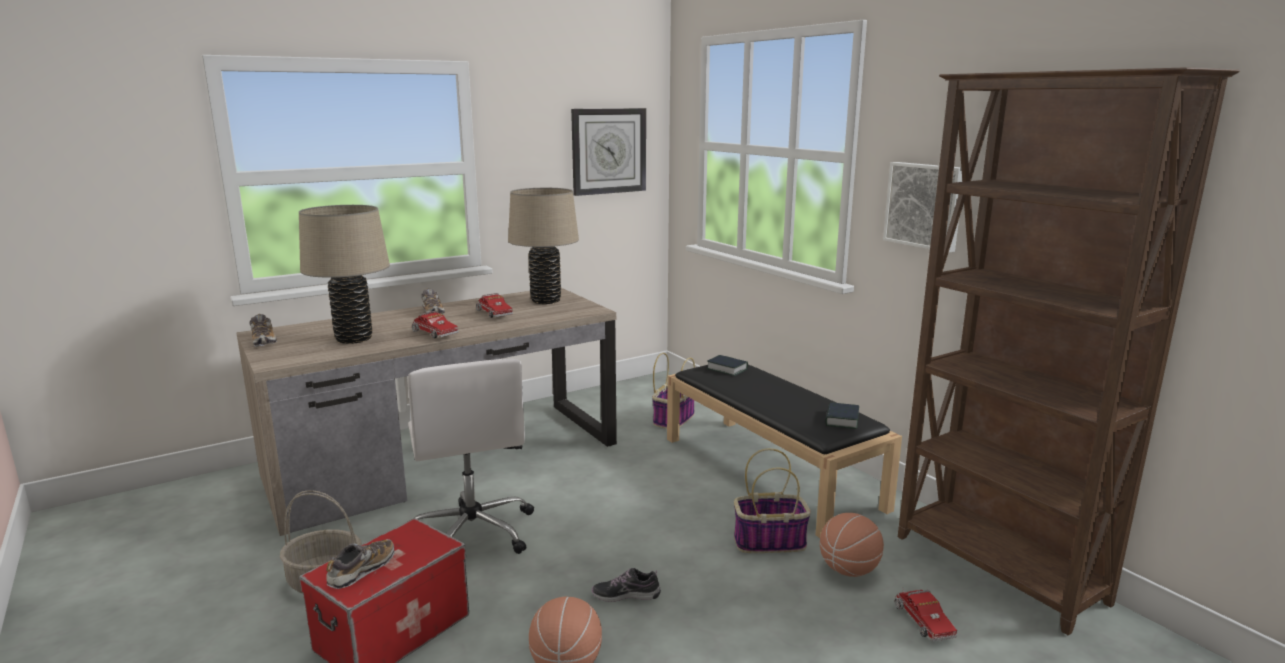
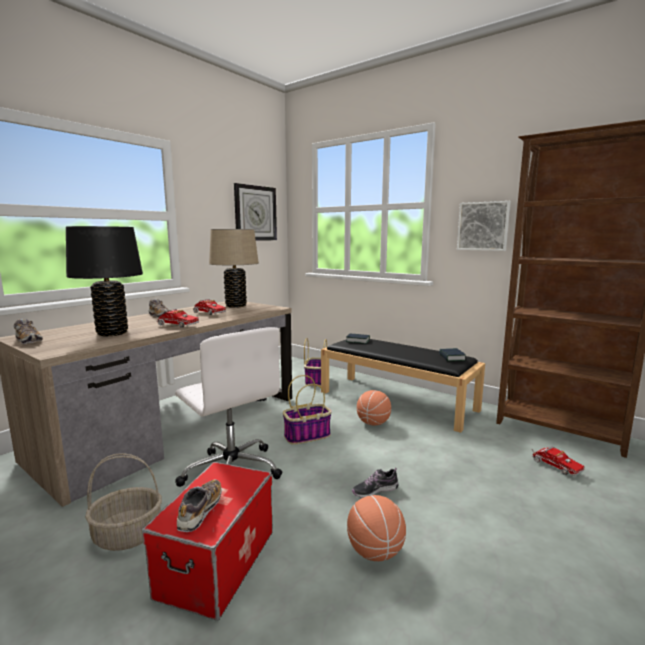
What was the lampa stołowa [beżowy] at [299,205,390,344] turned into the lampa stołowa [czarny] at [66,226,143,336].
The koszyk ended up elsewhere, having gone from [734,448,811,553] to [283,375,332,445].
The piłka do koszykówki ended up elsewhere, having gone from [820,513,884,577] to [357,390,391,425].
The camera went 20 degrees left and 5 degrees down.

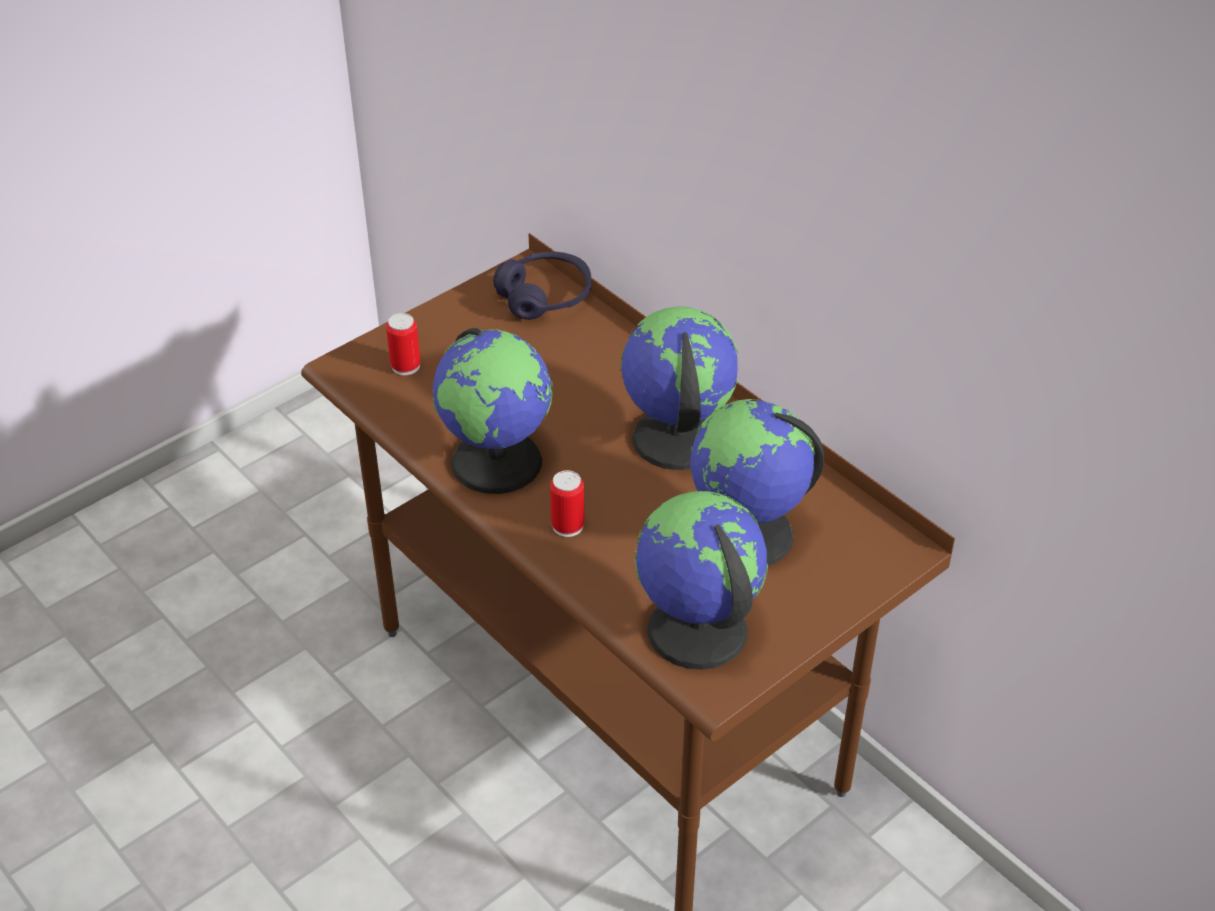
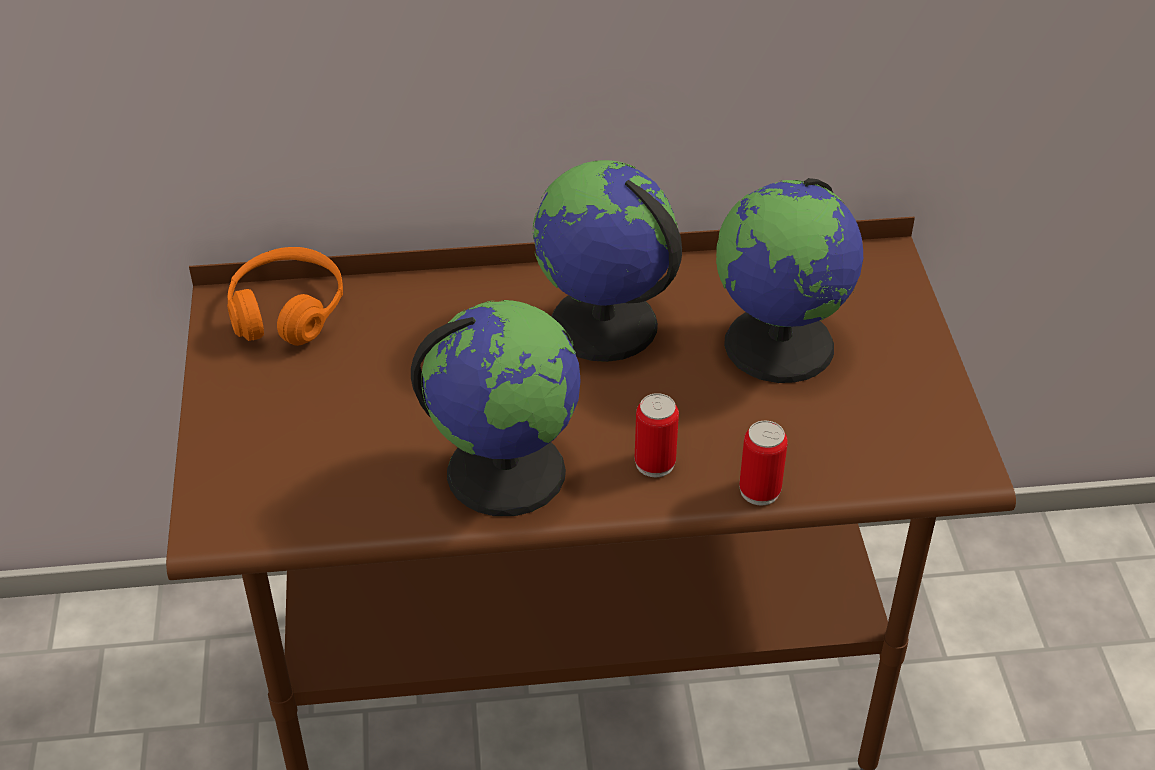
What was the słuchawki [fioletowy] at [493,252,591,320] turned into the słuchawki [pomarańczowy] at [227,247,343,346].
The puszka ended up elsewhere, having gone from [386,313,420,375] to [739,421,788,505].
The second view lost the globus at [635,491,768,670].
The camera went 55 degrees left and 0 degrees up.

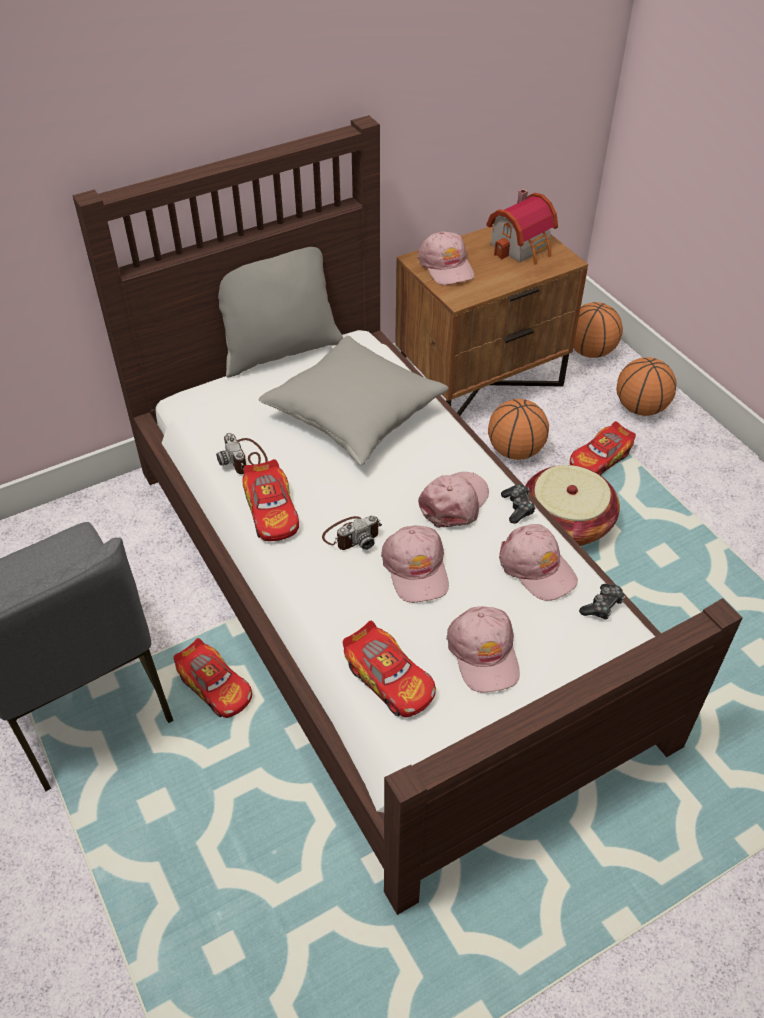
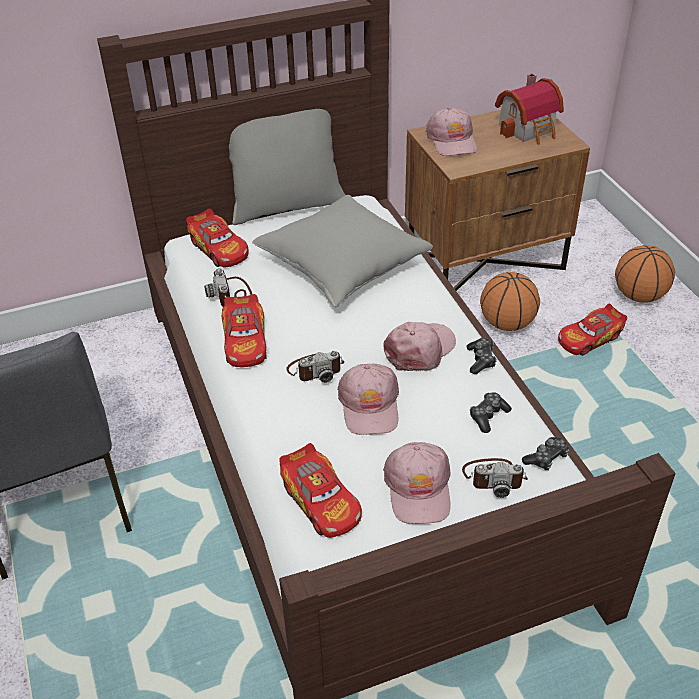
The samochodzik ended up elsewhere, having gone from [174,638,252,718] to [186,209,249,268].
The second view gained the aparat fotograficzny at [462,458,528,498].
Where the czapka z daszkiem [różowy] stood at [499,524,578,601], the pad do gier came to stand at [470,392,512,433].
The second view lost the koszyk at [525,465,620,546].
The second view lost the piłka do koszykówki at [573,302,623,358].
The camera went 10 degrees right and 5 degrees down.

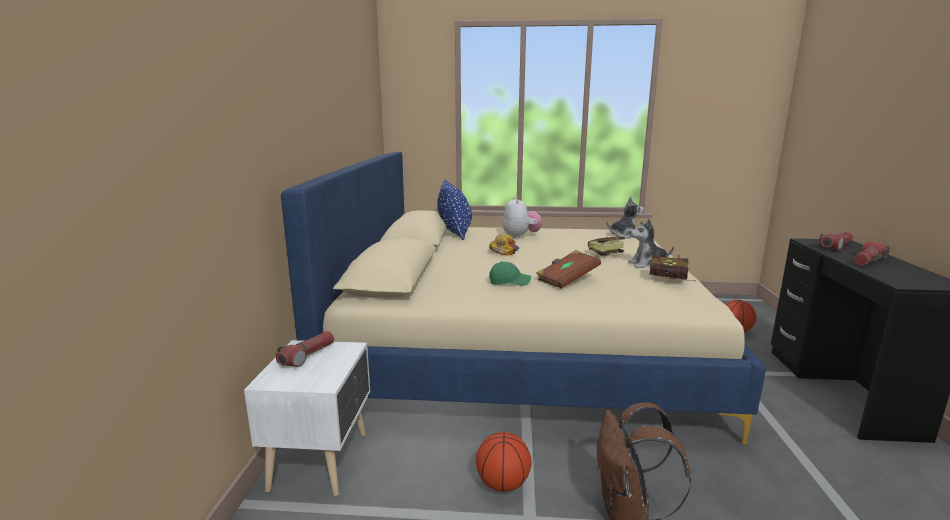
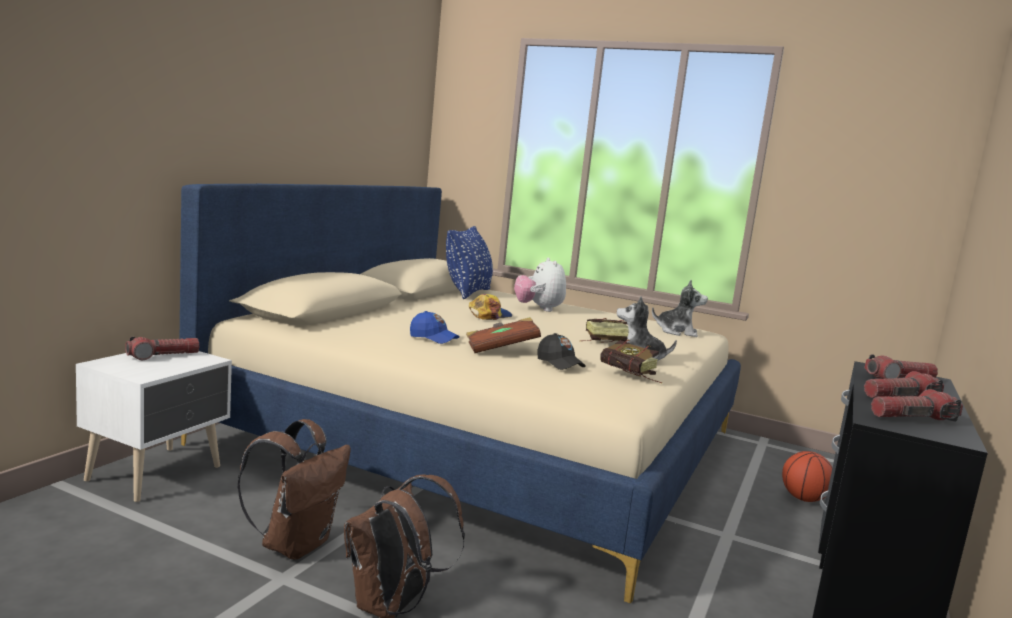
Where the piłka do koszykówki stood at [476,432,532,492], the plecak [brązowy] came to stand at [237,419,351,559].
What was the czapka z daszkiem [zielony] at [489,262,531,286] turned into the czapka z daszkiem [niebieski] at [410,311,460,344].
The pluszak at [502,197,542,239] ended up facing another way, 150 degrees clockwise from before.
The second view gained the czapka z daszkiem [czarny] at [538,333,586,370].
The second view gained the latarka at [871,389,963,422].
The camera went 20 degrees right and 5 degrees down.

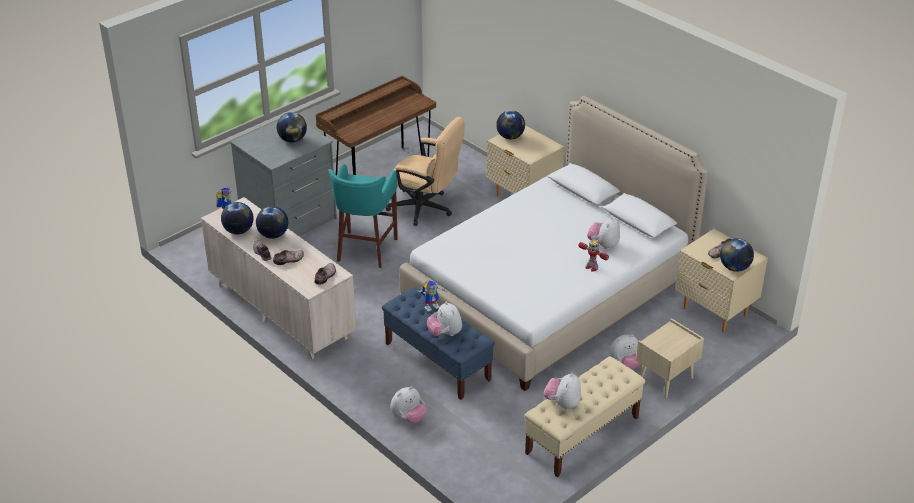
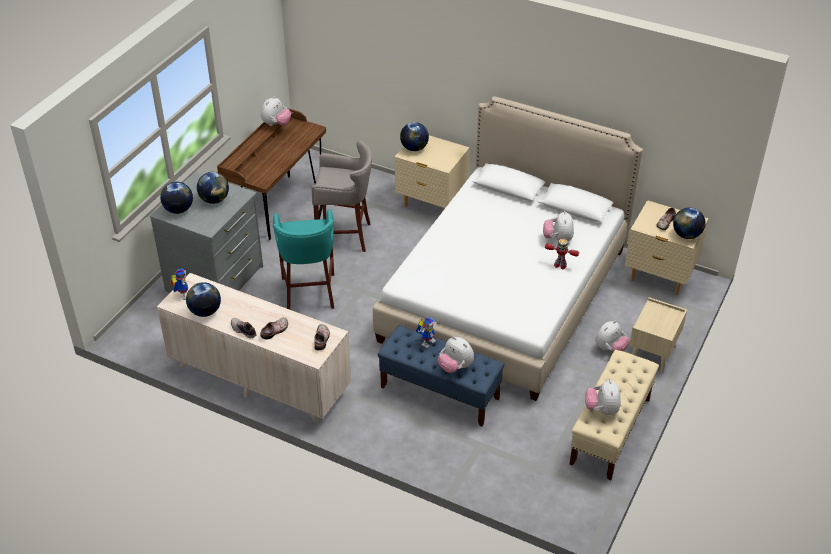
The globus ended up elsewhere, having gone from [256,206,288,239] to [160,182,193,214].
The pluszak ended up elsewhere, having gone from [391,386,427,423] to [261,96,291,126].
Where the krzesło biurowe [beżowy] stood at [386,117,465,226], the stołek [szary] came to stand at [312,140,372,252].
The camera went 20 degrees left and 5 degrees up.

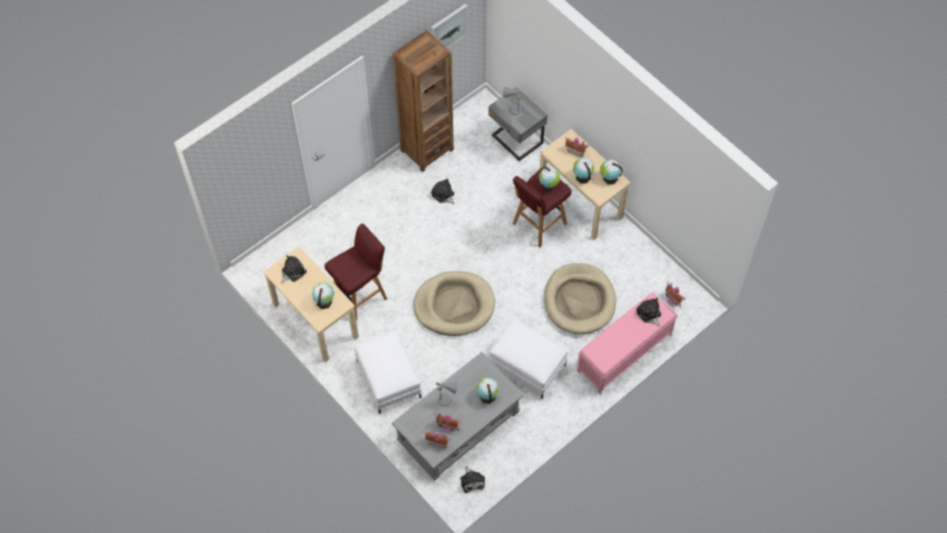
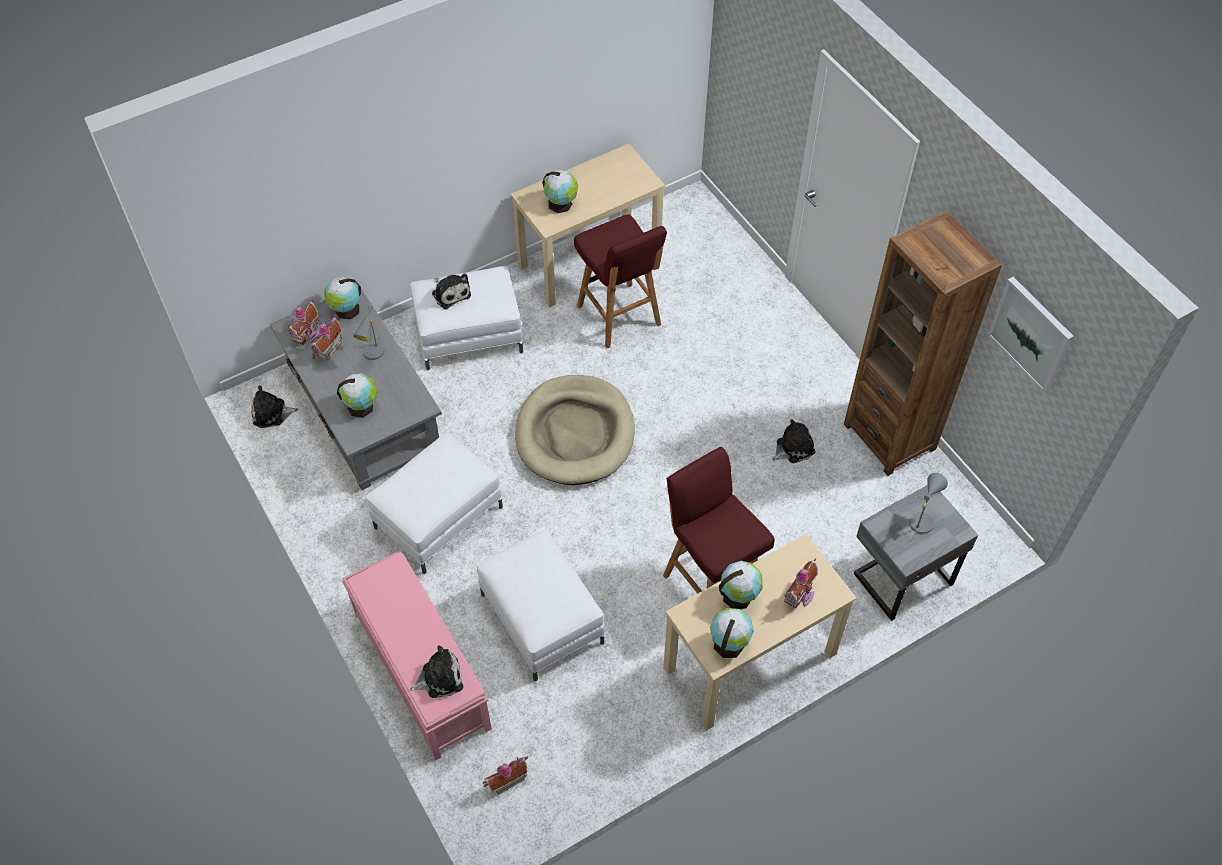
The globus ended up elsewhere, having gone from [539,167,560,191] to [324,277,361,320].
The pluszak ended up elsewhere, having gone from [281,255,307,283] to [432,273,471,310].
Where the legowisko [beżowy] stood at [544,263,616,334], the pufa [biały] came to stand at [477,530,605,681].
The camera went 100 degrees right and 5 degrees down.

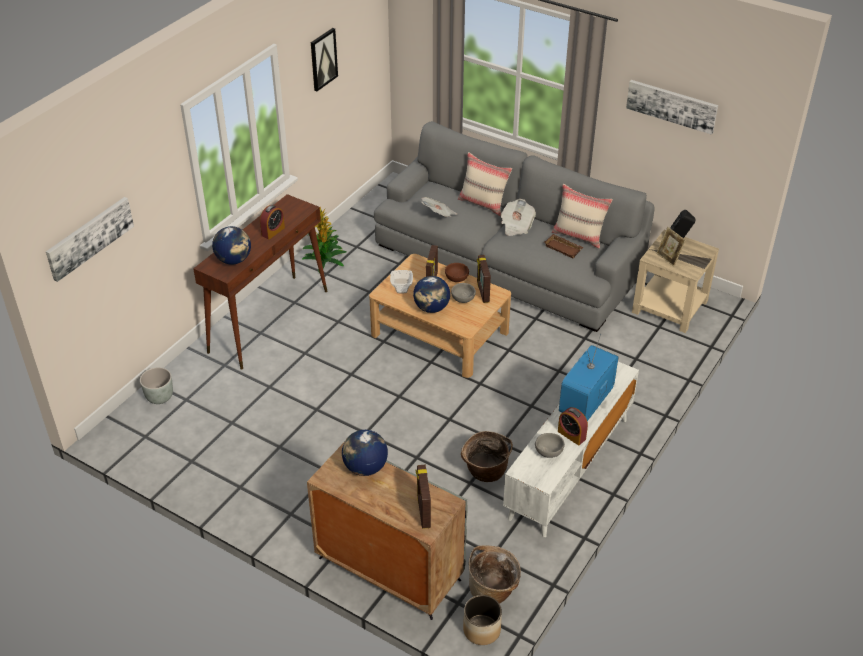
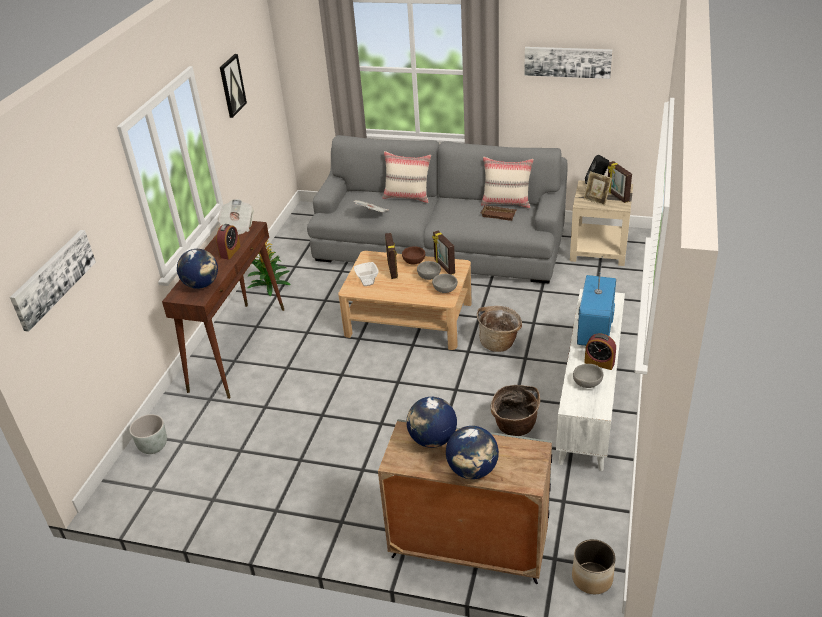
The gazeta ended up elsewhere, having gone from [501,199,536,236] to [218,199,254,235].
The second view gained the miska [szary] at [432,274,458,293].
The globus ended up elsewhere, having gone from [413,276,450,313] to [446,426,499,479].
The koszyk ended up elsewhere, having gone from [469,545,521,604] to [477,306,522,352].
The ramka na zdjęcie ended up elsewhere, having gone from [416,465,431,529] to [608,161,632,203].
The camera went 15 degrees left and 5 degrees down.

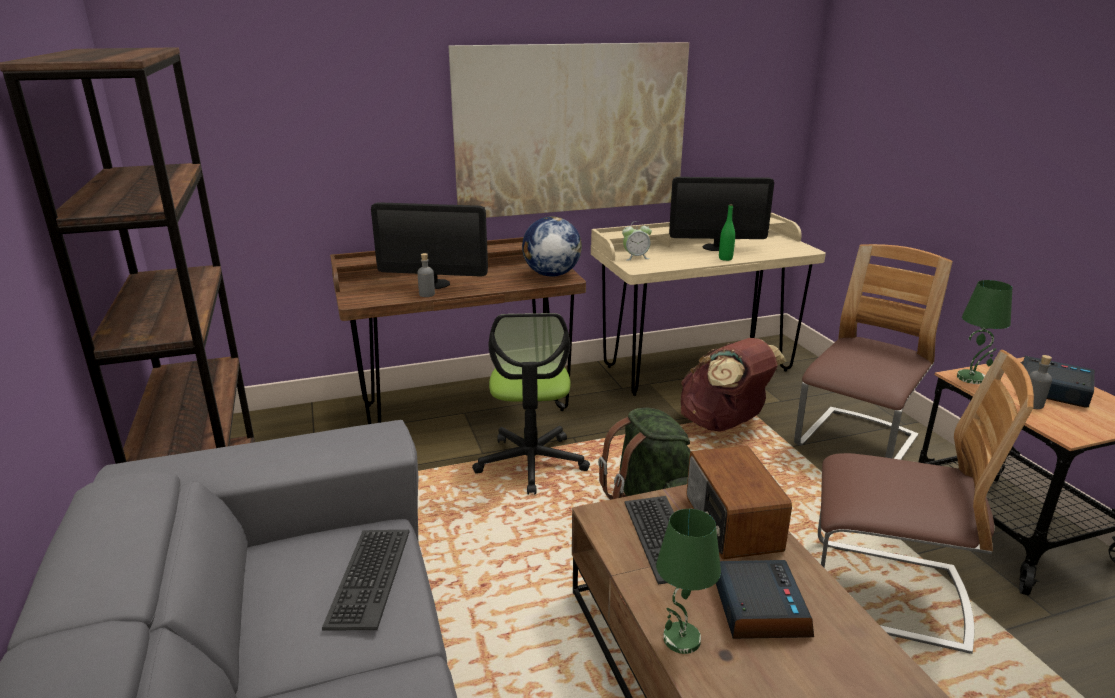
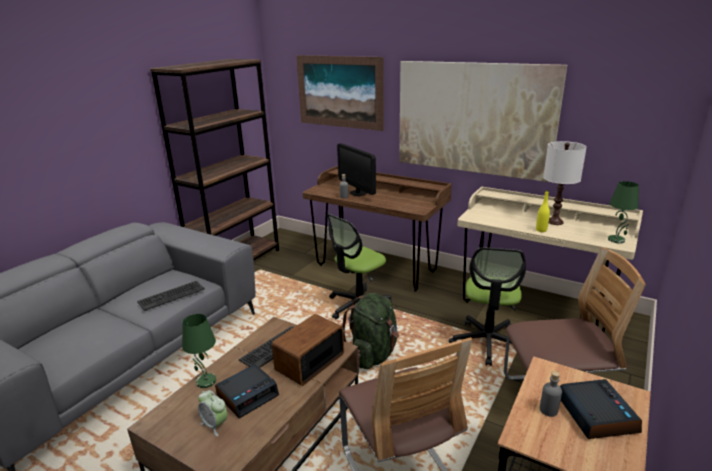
The budzik ended up elsewhere, having gone from [622,221,652,260] to [198,390,227,436].
The second view gained the obraz at [296,55,384,131].
Where the plecak [brązowy] stood at [681,338,787,432], the krzesło biurowe came to stand at [449,247,526,366].
What was the butelka [zielony] at [719,204,735,261] turned into the butelka [żółty] at [536,190,550,232].
Where the monitor stood at [669,177,774,251], the lampa stołowa [biały] came to stand at [543,141,587,225].
The lampa stołowa [zielony] ended up elsewhere, having gone from [957,280,1013,384] to [608,181,639,244].
The second view lost the globus at [522,216,582,277].
The camera went 50 degrees right and 0 degrees up.

